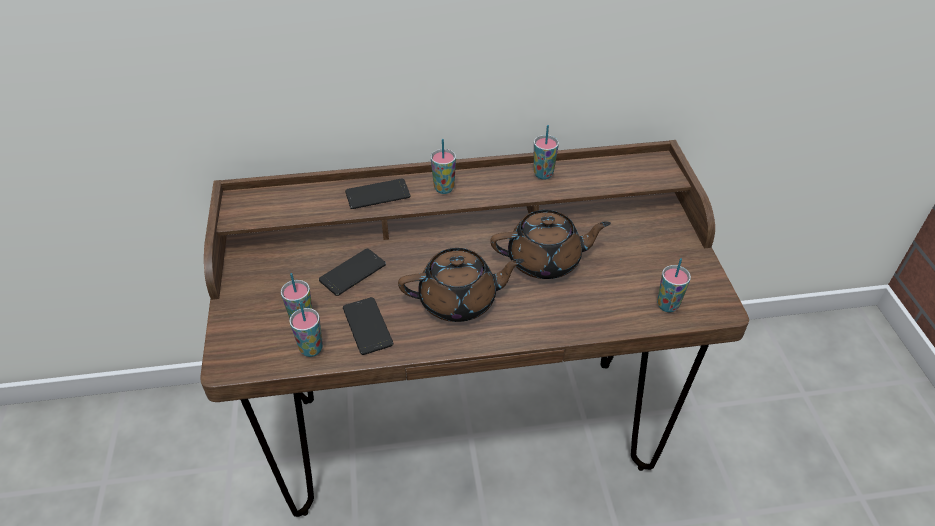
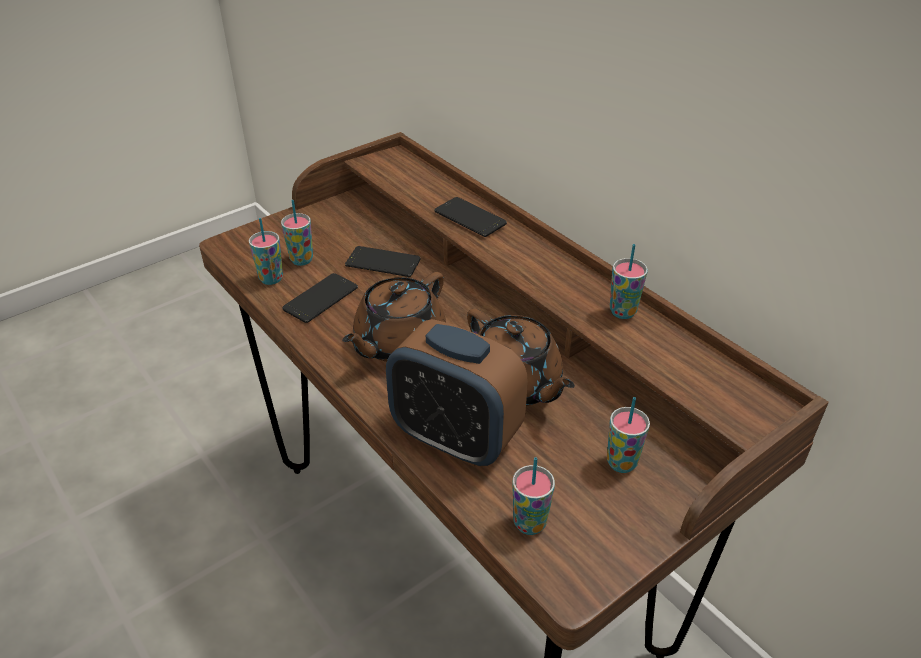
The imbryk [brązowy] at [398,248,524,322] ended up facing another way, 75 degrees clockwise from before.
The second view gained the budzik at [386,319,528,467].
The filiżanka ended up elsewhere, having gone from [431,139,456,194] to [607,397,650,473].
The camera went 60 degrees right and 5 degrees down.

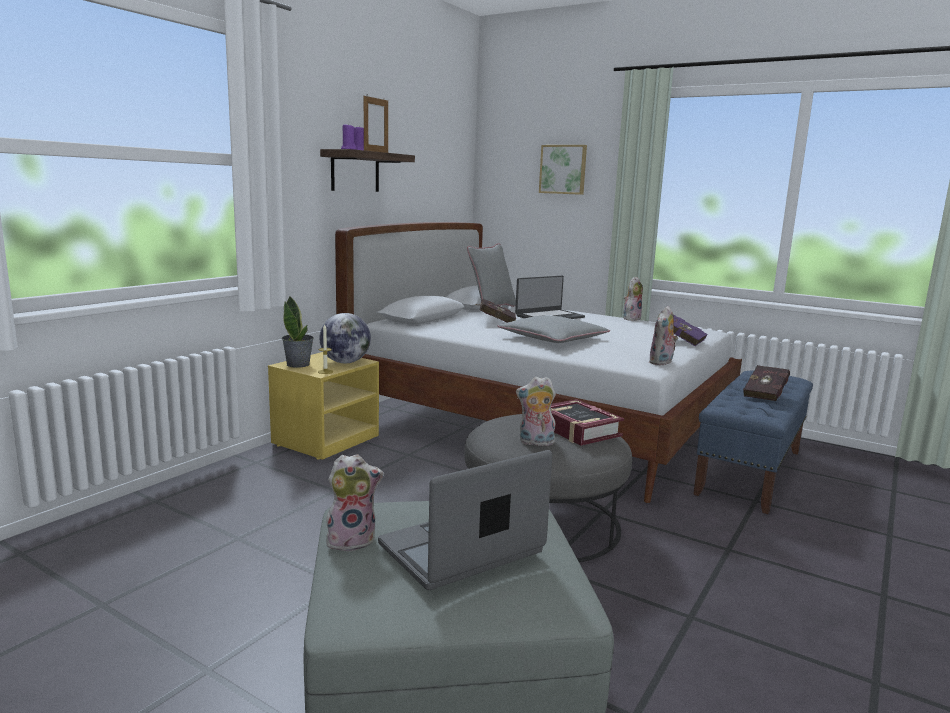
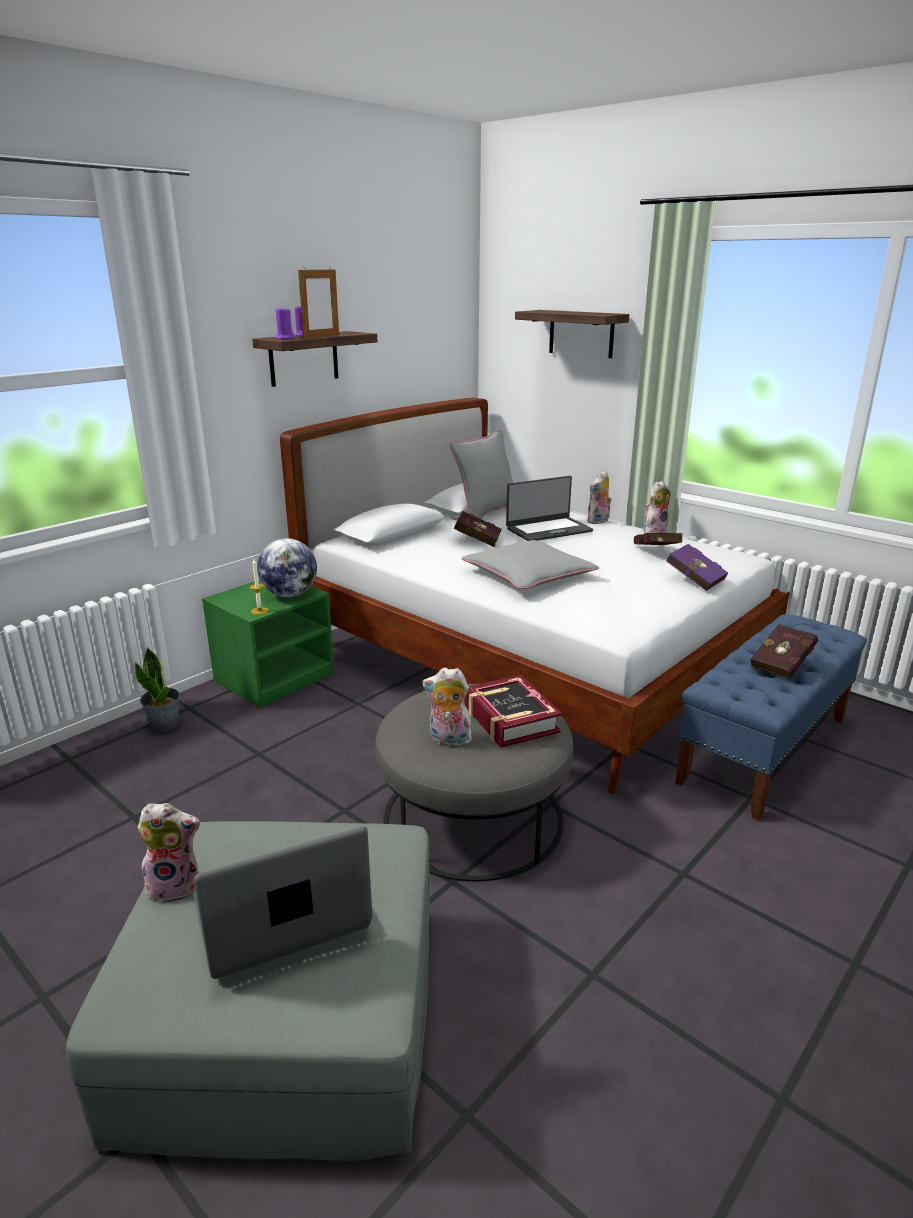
The roślina doniczkowa ended up elsewhere, having gone from [282,296,314,368] to [135,648,180,733].
What was the szafka nocna [żółty] at [268,352,379,460] turned into the szafka nocna [zielony] at [202,580,335,708].
Where the obraz hung at [539,145,587,195], the półka came to hang at [515,310,629,358].
The pluszak ended up elsewhere, having gone from [649,306,678,365] to [587,470,612,524].
The second view gained the książka [czerwony] at [634,533,682,545].
The camera went 10 degrees right and 10 degrees up.

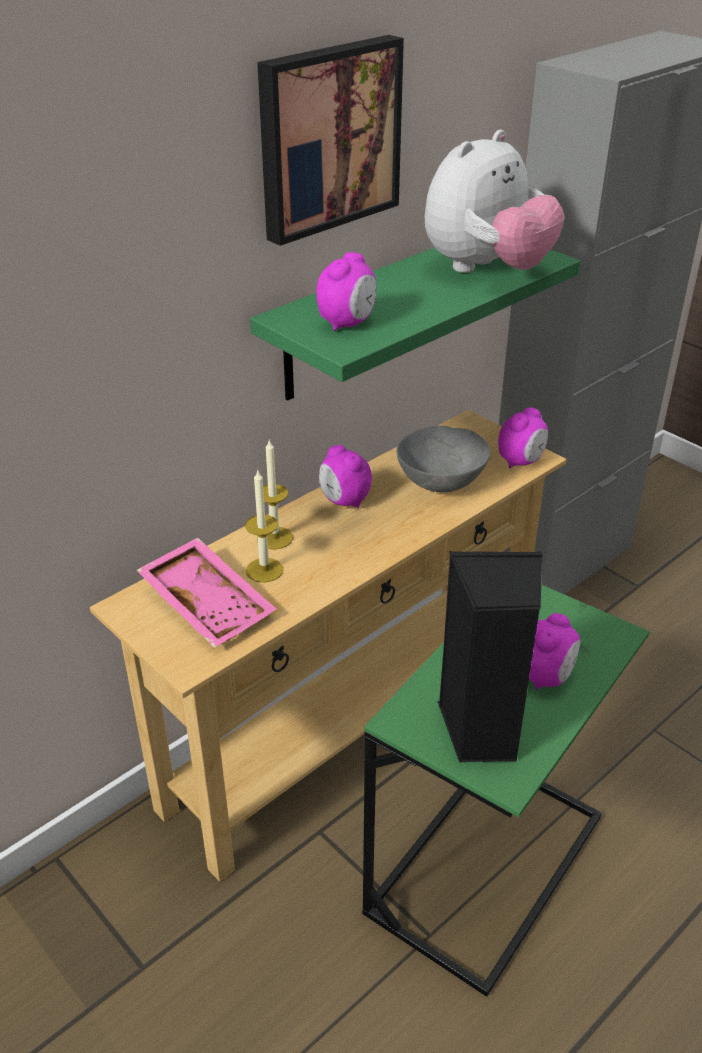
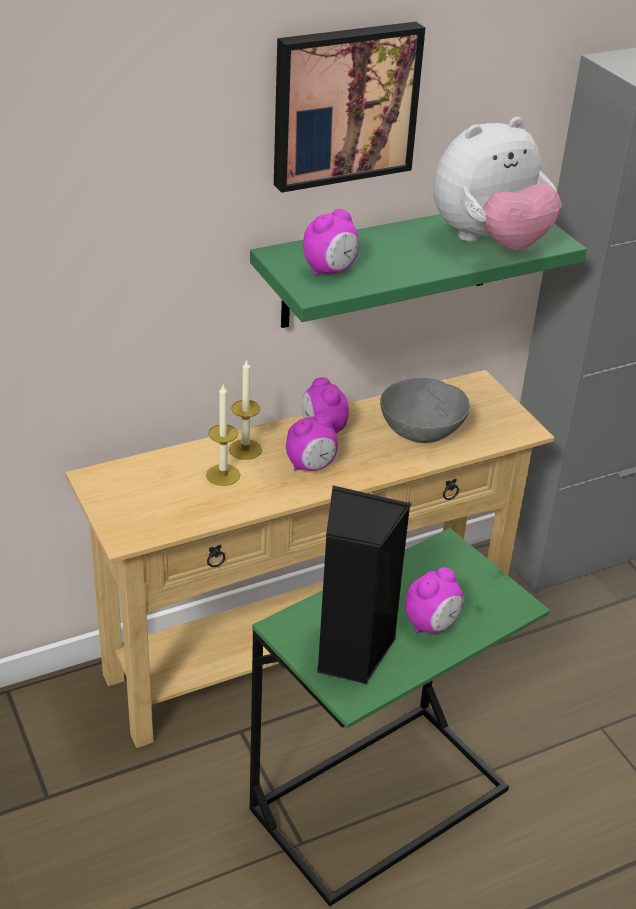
The budzik ended up elsewhere, having gone from [498,407,548,468] to [286,414,338,471].
The second view lost the taca [różowy] at [136,537,276,648].
The camera went 15 degrees right and 0 degrees up.

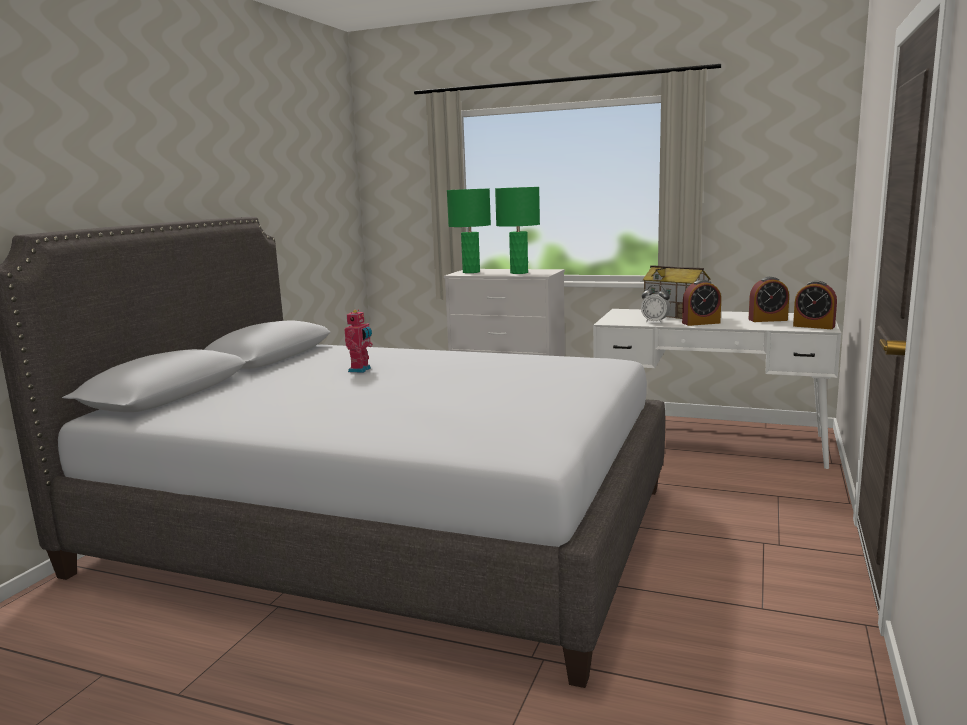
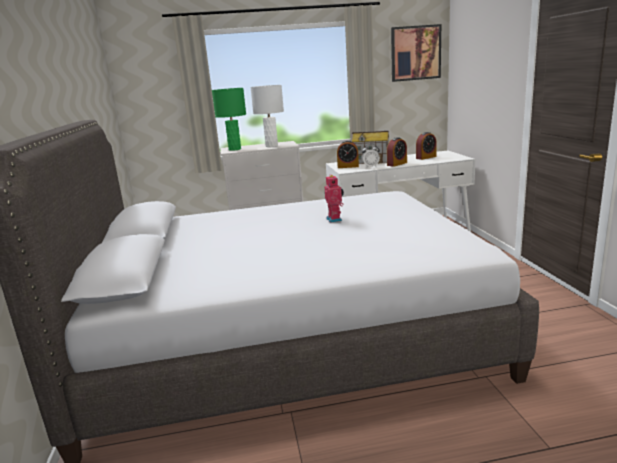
What was the lampa stołowa [zielony] at [495,187,540,274] turned into the lampa stołowa [biały] at [250,85,284,147].
The robot zabawkowy ended up elsewhere, having gone from [344,309,373,373] to [325,175,344,223].
The budzik ended up elsewhere, having gone from [793,281,837,329] to [337,140,359,168].
The second view gained the obraz at [391,24,441,82].
The camera went 30 degrees left and 5 degrees up.

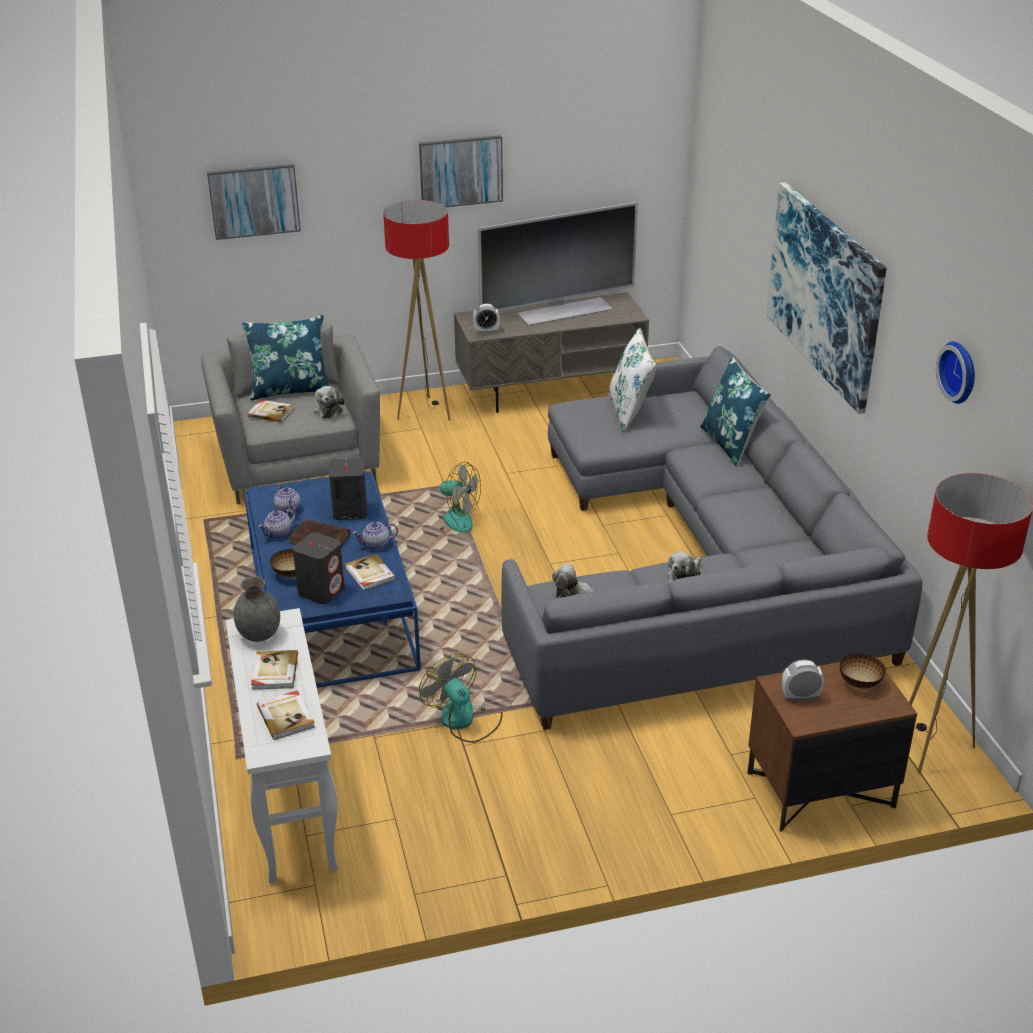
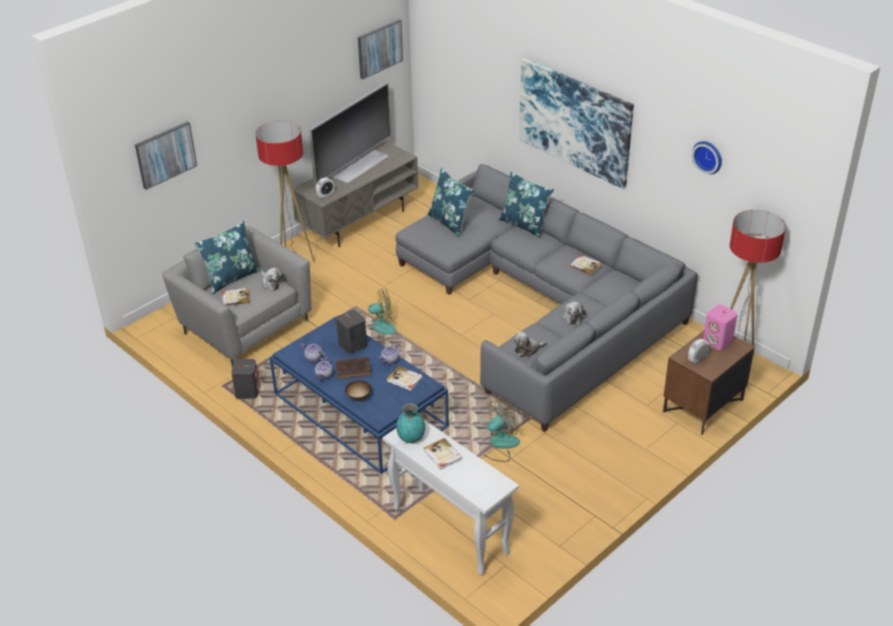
The głośnik [szary] ended up elsewhere, having gone from [293,532,345,604] to [231,359,260,399].
The obraz ended up elsewhere, having gone from [419,135,503,207] to [358,19,403,79].
What was the wazon [szary] at [234,576,280,642] turned into the wazon [turkusowy] at [396,403,425,443].
What was the poduszka [biały] at [609,327,656,432] turned into the poduszka [niebieski] at [427,168,474,238].
The wentylator at [419,654,503,743] ended up facing another way, 120 degrees clockwise from before.
The książka ended up elsewhere, having gone from [257,690,315,740] to [570,255,602,275].
Where the miska stood at [840,653,886,689], the głośnik [różowy] came to stand at [703,304,738,350].
The camera went 30 degrees left and 5 degrees up.

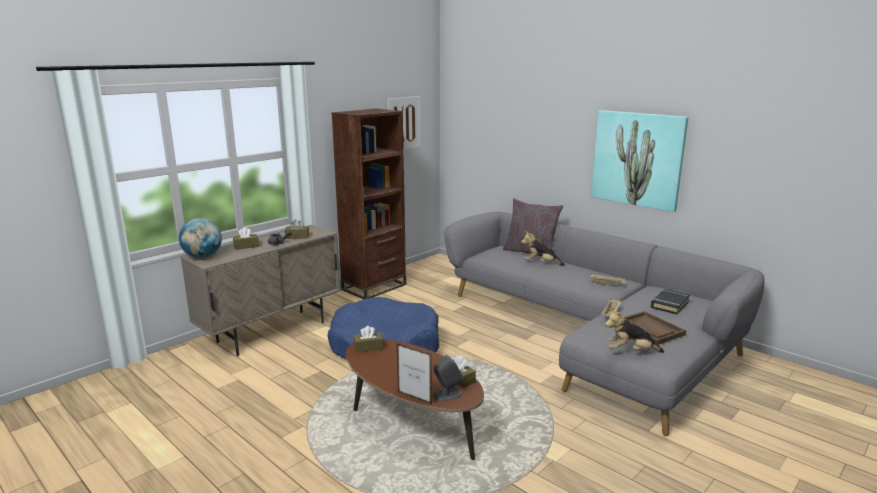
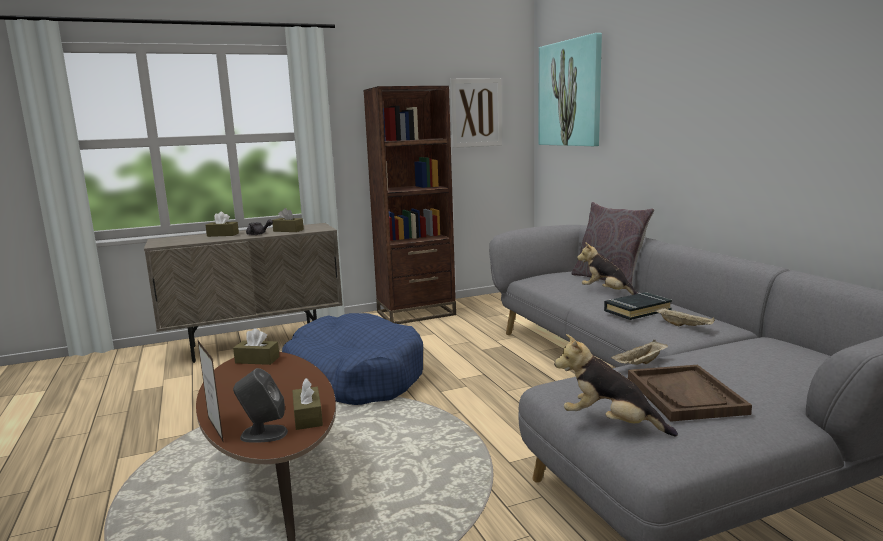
The obraz ended up elsewhere, having gone from [591,110,688,212] to [538,33,602,146].
The książka [czarny] ended up elsewhere, having gone from [651,288,690,314] to [604,292,672,320].
The second view lost the globus at [179,218,222,258].
The camera went 25 degrees right and 5 degrees down.

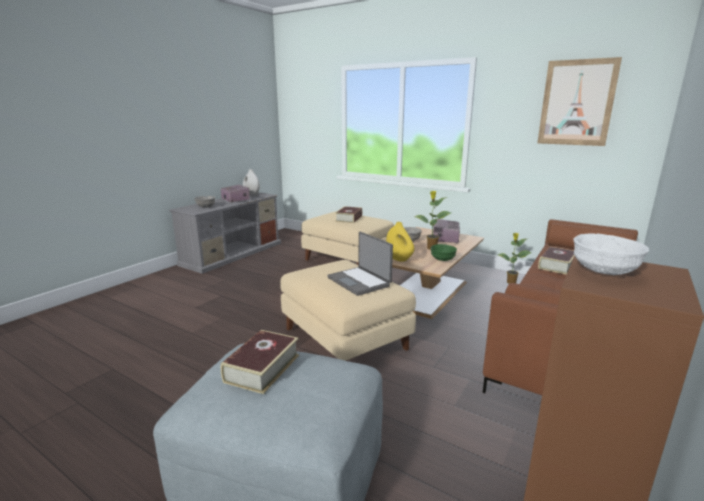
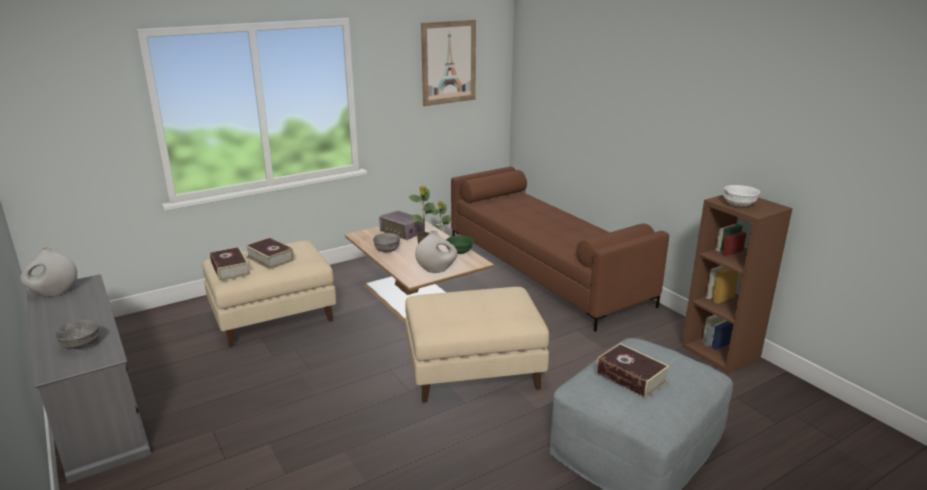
The książka ended up elsewhere, having gone from [538,247,574,275] to [210,247,250,281].
What was the wazon [żółty] at [386,222,414,262] turned into the wazon [biały] at [415,231,458,273].
The second view lost the radio at [221,185,250,202].
The second view lost the laptop at [327,232,393,296].
The camera went 65 degrees left and 5 degrees up.

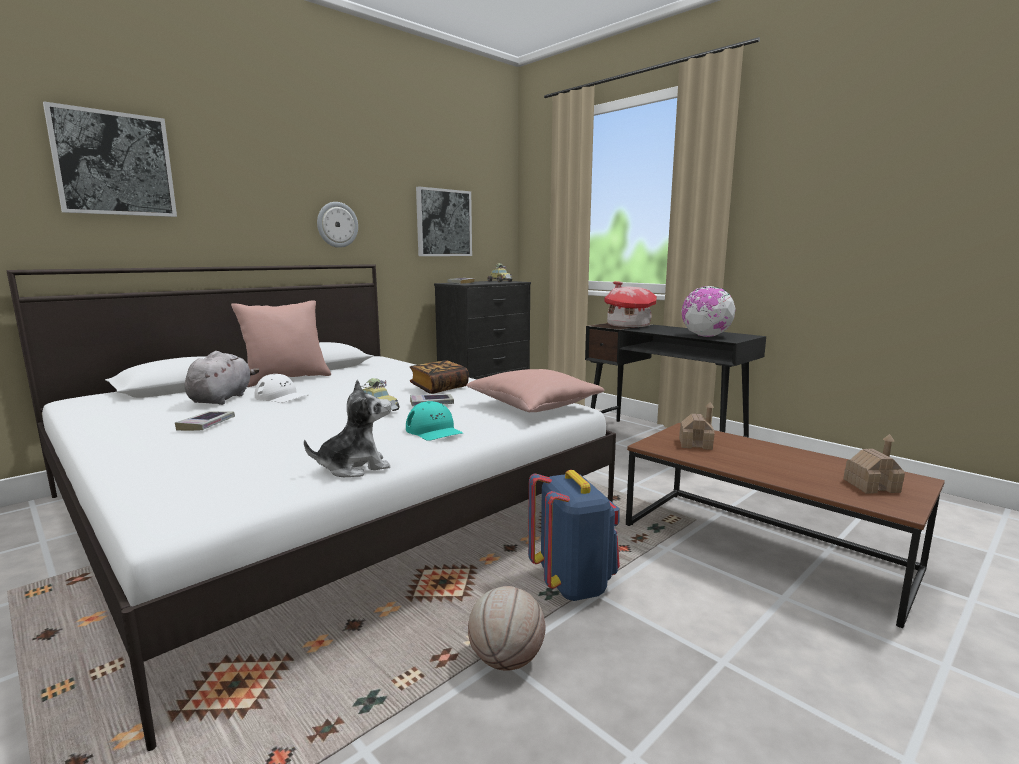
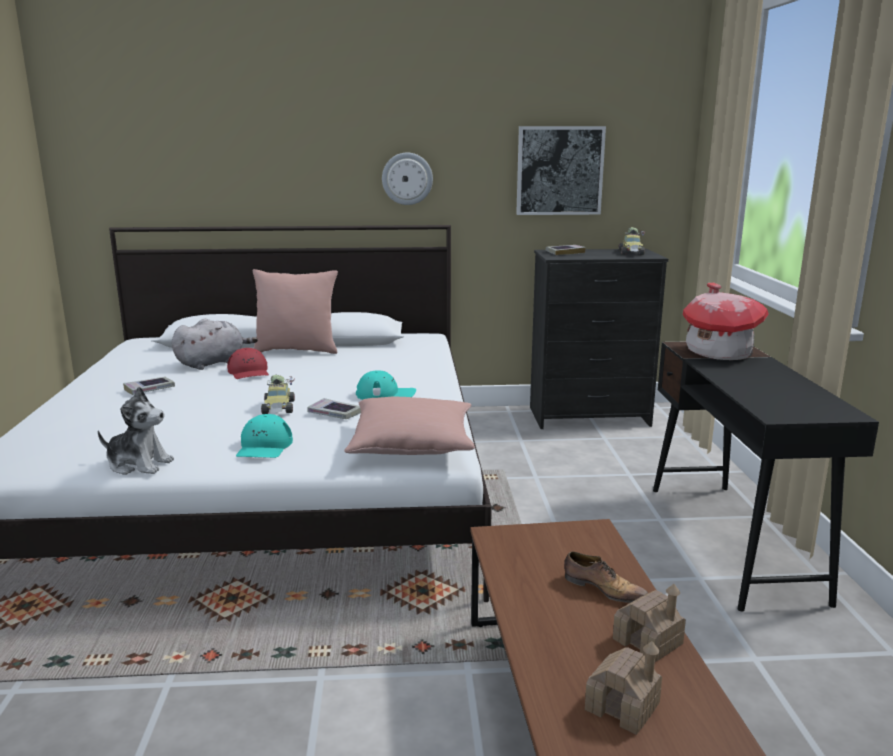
What was the czapka z daszkiem [biały] at [255,374,307,403] turned into the czapka z daszkiem [czerwony] at [227,348,269,379].
Where the książka stood at [410,360,469,394], the czapka z daszkiem [turkusowy] came to stand at [356,370,416,400].
The second view gained the but at [564,552,648,603].
The domek ended up elsewhere, having gone from [679,402,714,450] to [613,584,686,662].
The second view lost the obraz at [43,102,177,217].
The second view lost the piłka do koszykówki at [468,586,545,671].
The second view lost the plecak [niebieski] at [528,470,620,601].
The second view lost the globus at [681,286,736,337].
The camera went 40 degrees right and 5 degrees up.

